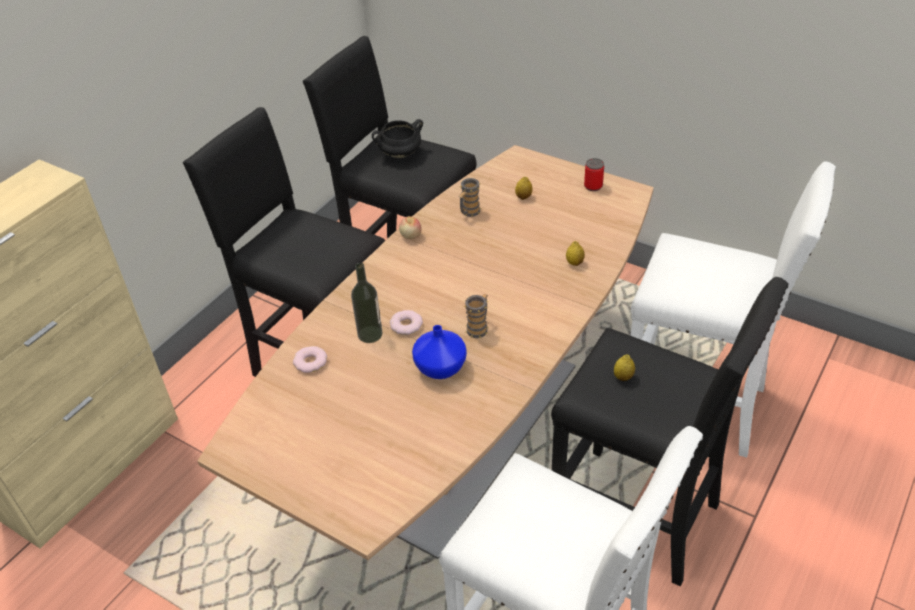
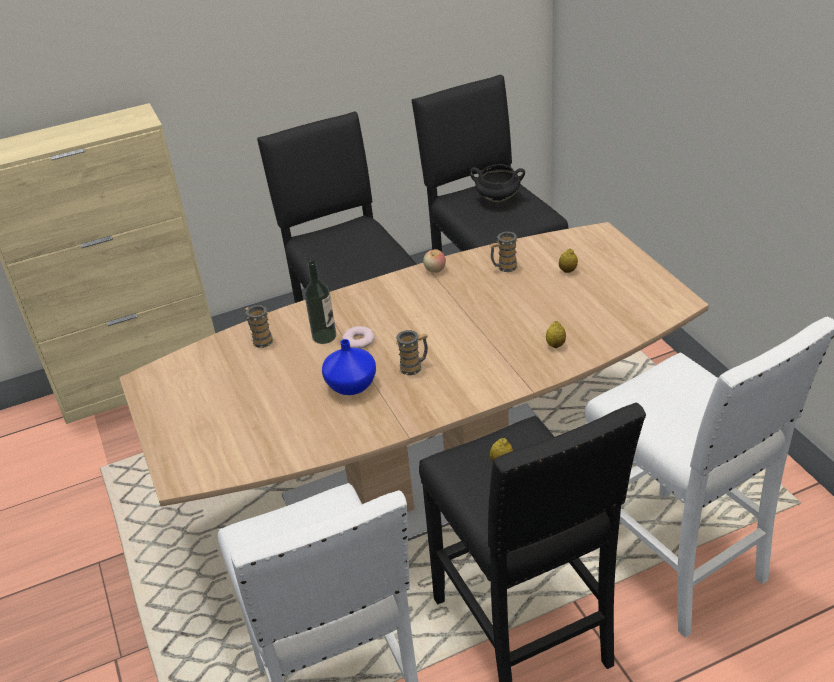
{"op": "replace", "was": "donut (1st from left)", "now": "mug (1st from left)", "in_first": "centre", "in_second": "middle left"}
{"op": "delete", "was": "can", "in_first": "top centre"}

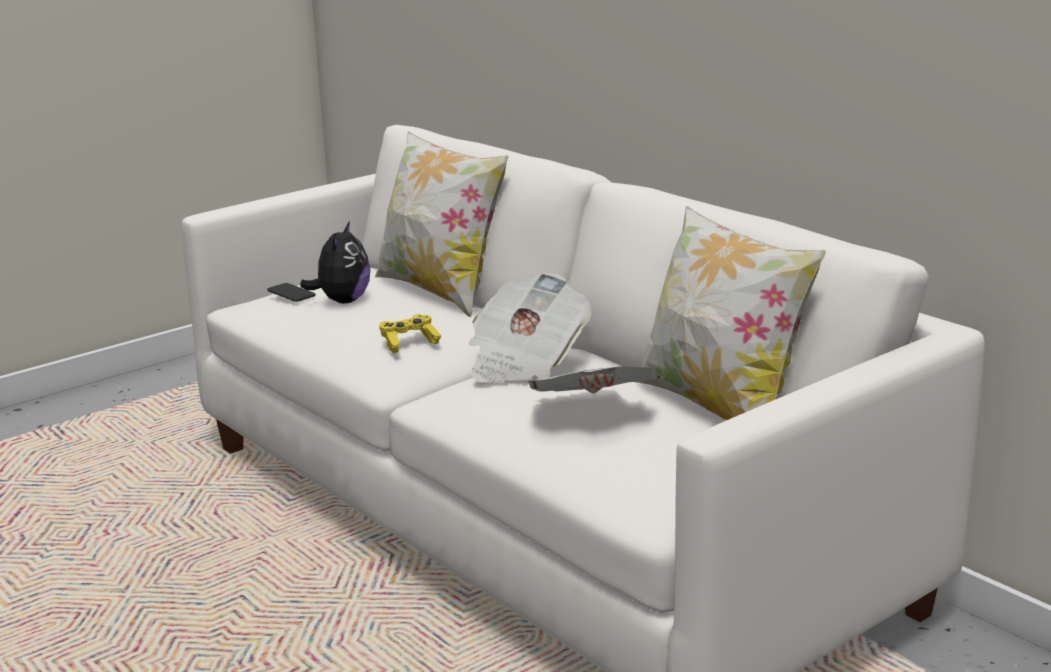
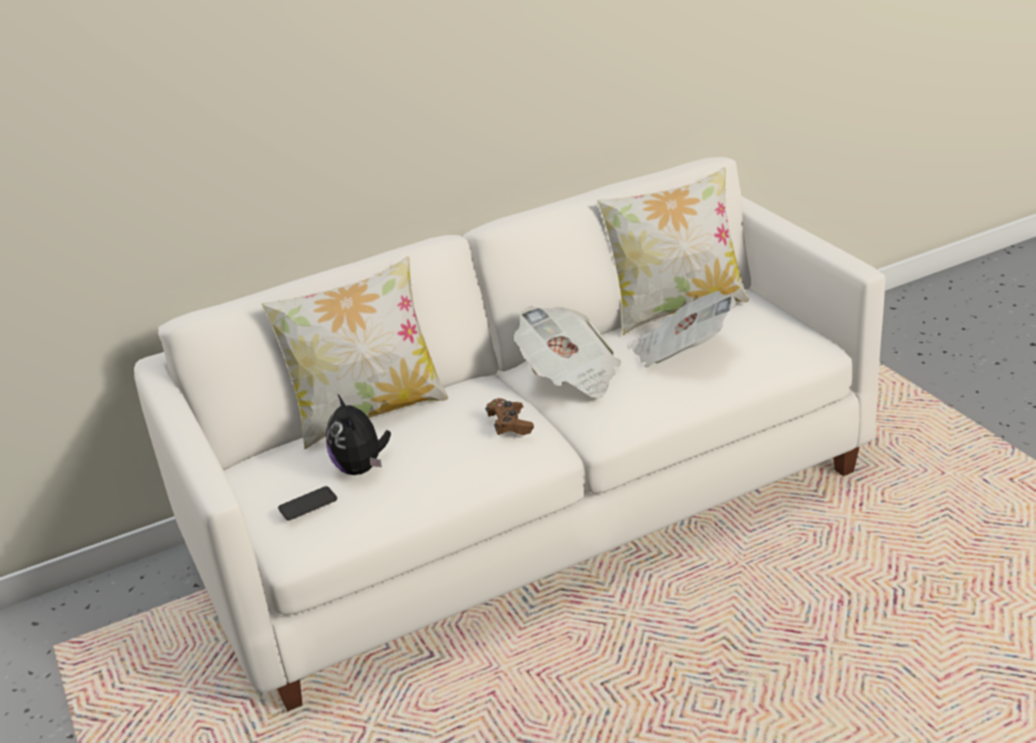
{"op": "rotate", "was": "plush toy", "in_first": "middle left", "in_second": "centre", "clockwise": -135}
{"op": "recolor", "was": "game controller (yellow)", "now": "game controller (brown)", "in_first": "centre", "in_second": "centre"}

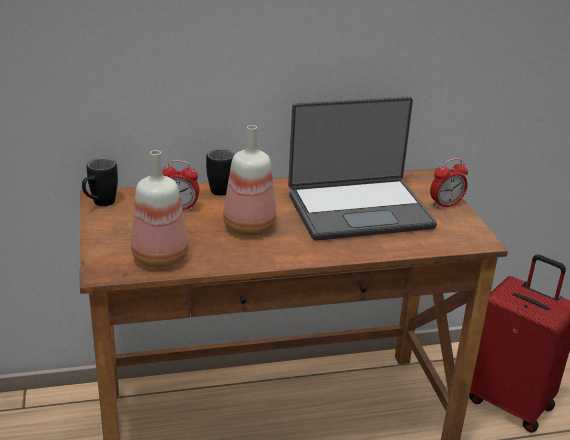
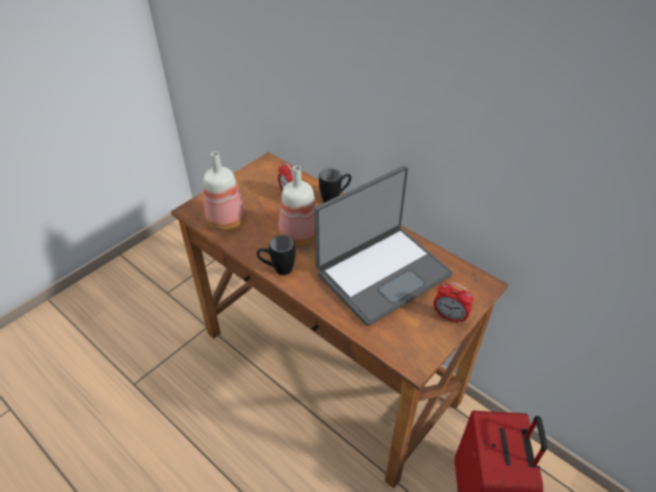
{"op": "move", "was": "mug (black) (1st from left)", "in_first": "middle left", "in_second": "centre"}
{"op": "rotate", "was": "laptop", "in_first": "centre", "in_second": "centre", "clockwise": -75}

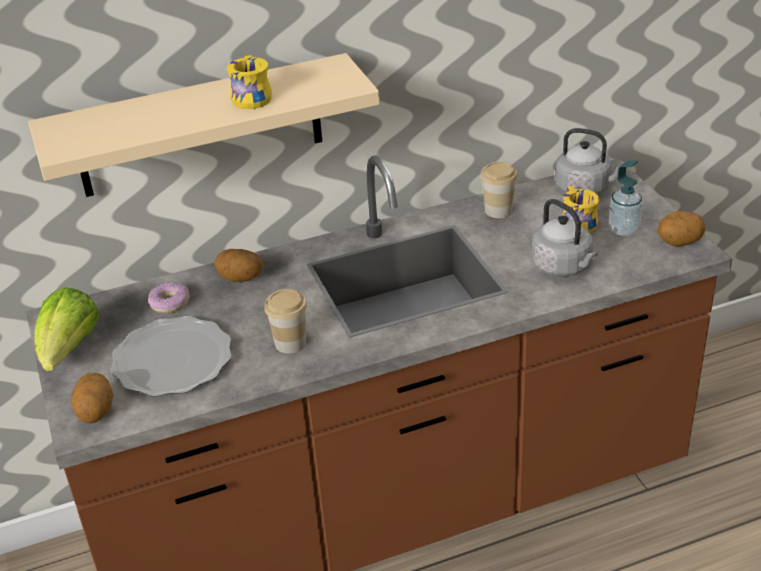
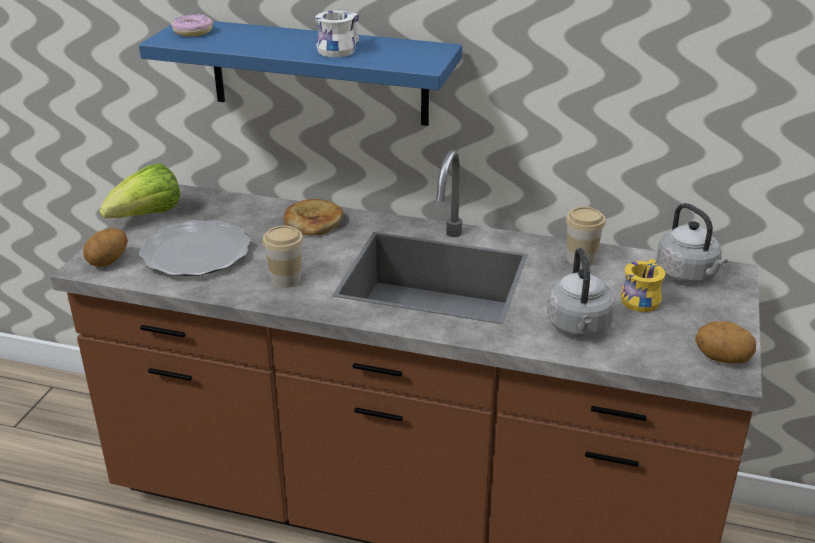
{"op": "recolor", "was": "shelf (beige)", "now": "shelf (blue)", "in_first": "top left", "in_second": "top centre"}
{"op": "move", "was": "donut", "in_first": "middle left", "in_second": "top left"}
{"op": "replace", "was": "potato (2nd from left)", "now": "bread", "in_first": "middle left", "in_second": "centre"}
{"op": "recolor", "was": "mug (yellow) (1st from left)", "now": "mug (white)", "in_first": "top left", "in_second": "top centre"}
{"op": "delete", "was": "soap dispenser", "in_first": "middle right"}

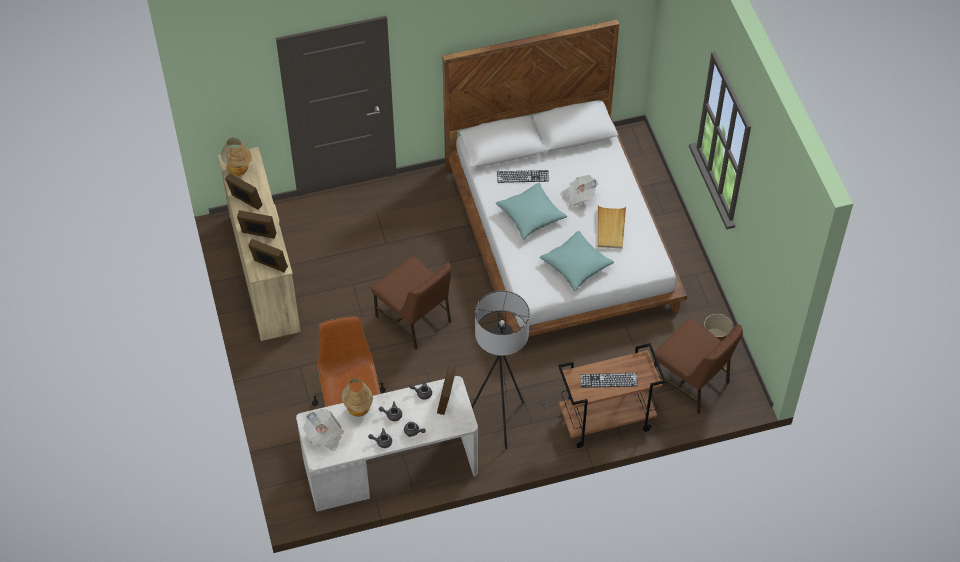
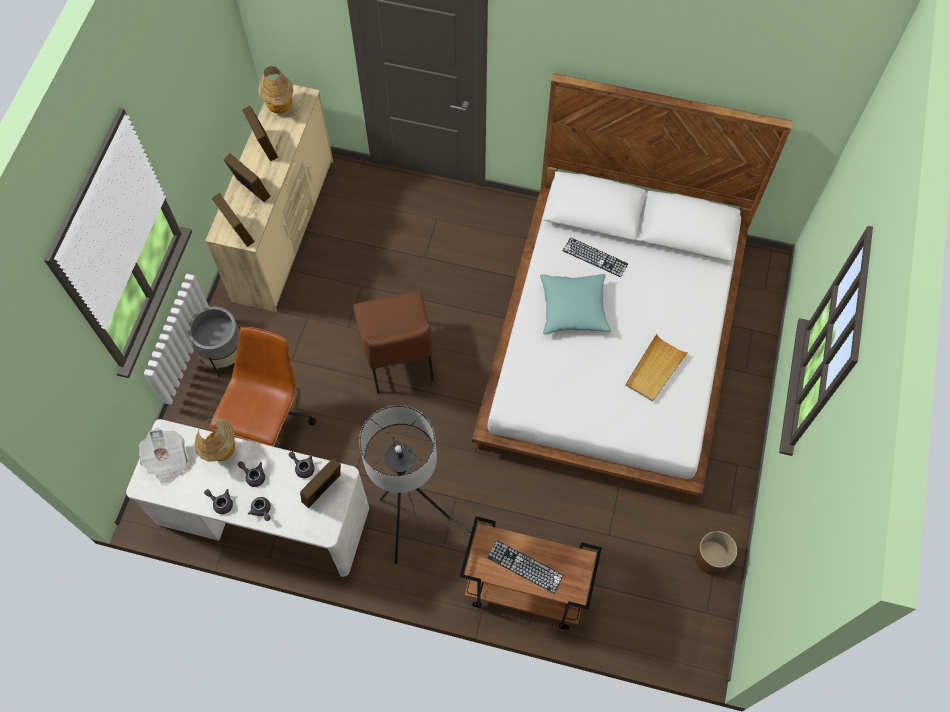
{"op": "delete", "was": "pillow (turquoise) (2nd from left)", "in_first": "centre"}
{"op": "delete", "was": "newspaper (2nd from left)", "in_first": "centre"}
{"op": "delete", "was": "chair (brown) (2nd from left)", "in_first": "middle right"}
{"op": "insert", "now": "planter (grey)", "in_second": "middle left"}

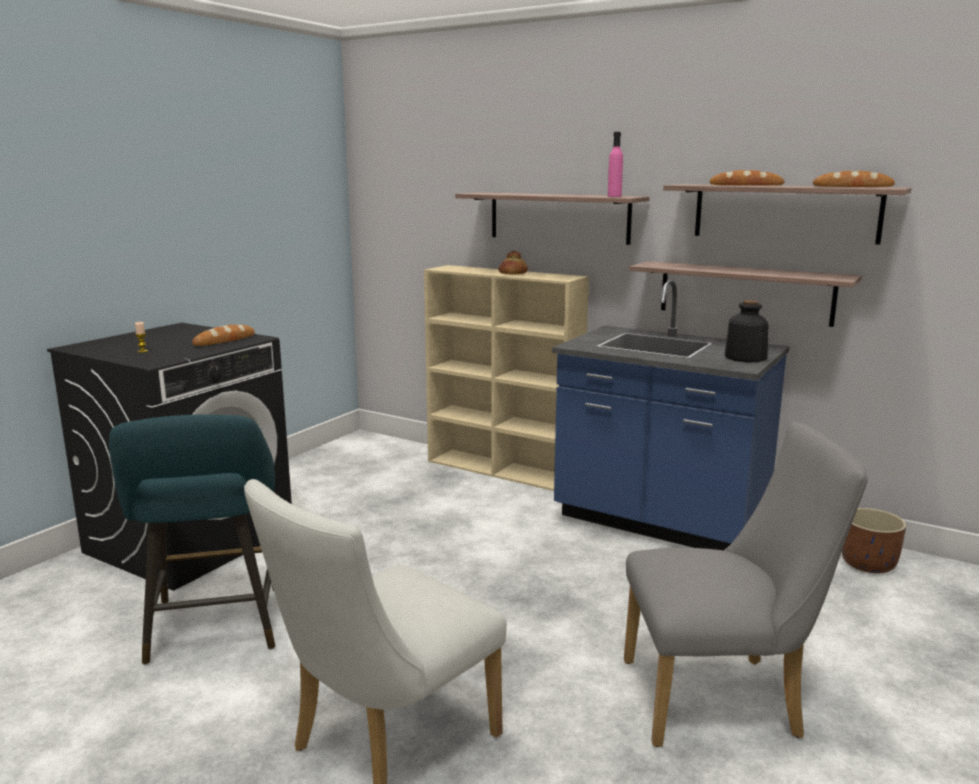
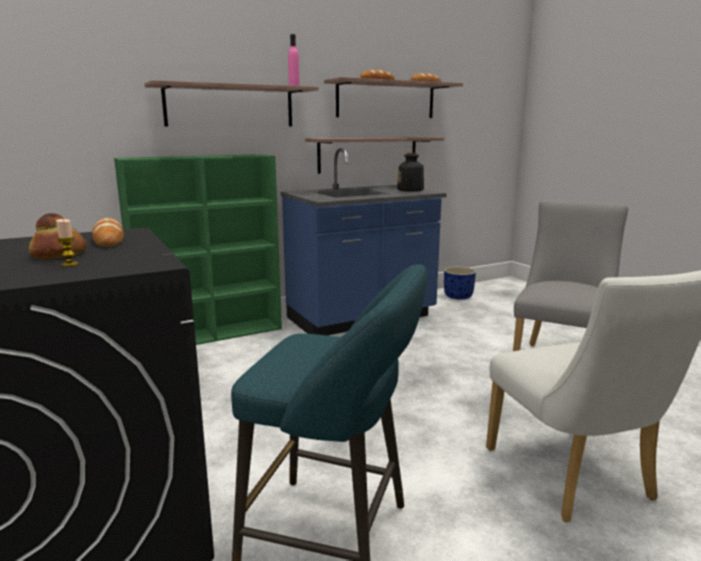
{"op": "recolor", "was": "bookcase (beige)", "now": "bookcase (green)", "in_first": "centre", "in_second": "middle left"}
{"op": "move", "was": "bread (2nd from left in the first image)", "now": "bread (1st from left)", "in_first": "centre", "in_second": "middle left"}
{"op": "recolor", "was": "planter (brown)", "now": "planter (blue)", "in_first": "bottom right", "in_second": "centre"}

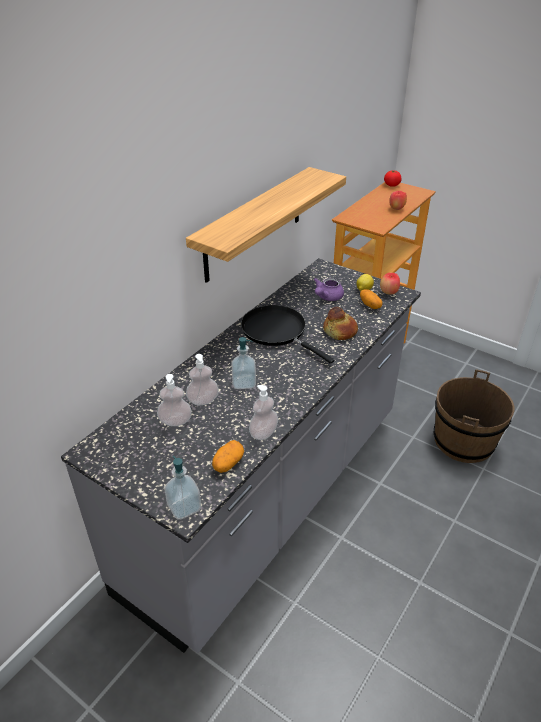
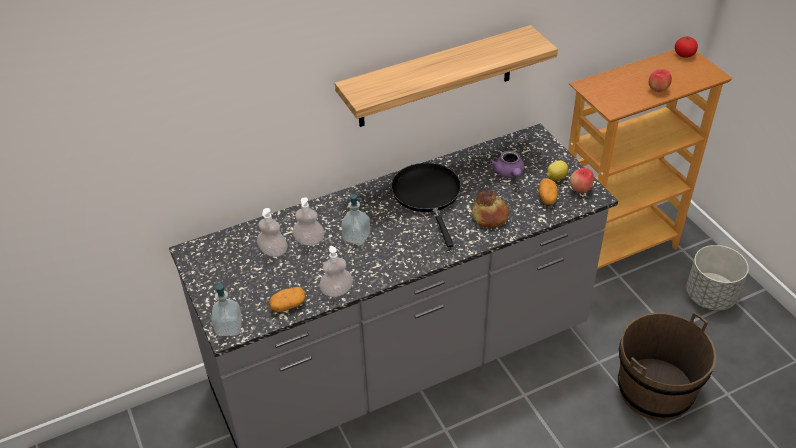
{"op": "rotate", "was": "teapot (purple)", "in_first": "centre", "in_second": "centre", "clockwise": -75}
{"op": "insert", "now": "planter (grey)", "in_second": "middle right"}

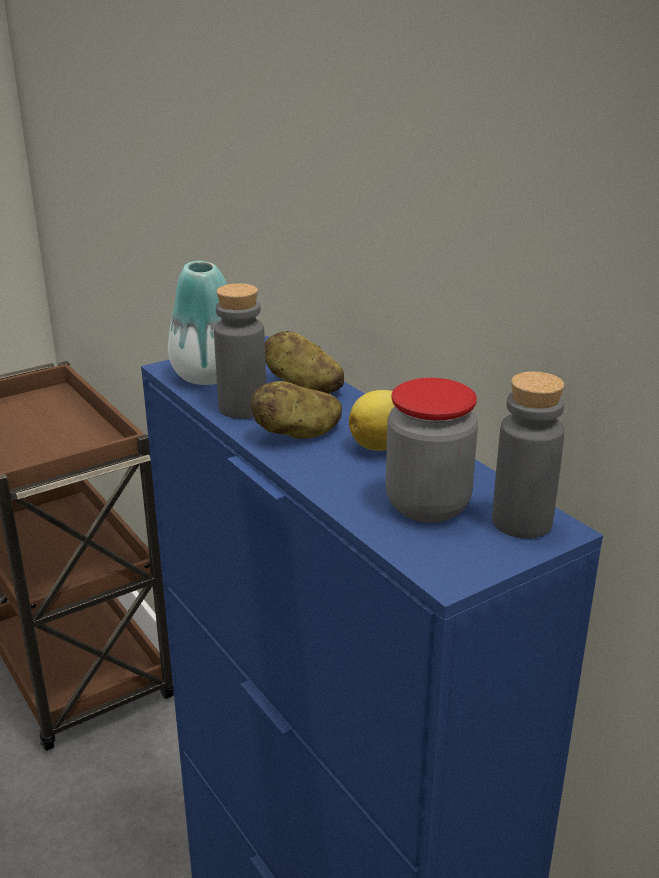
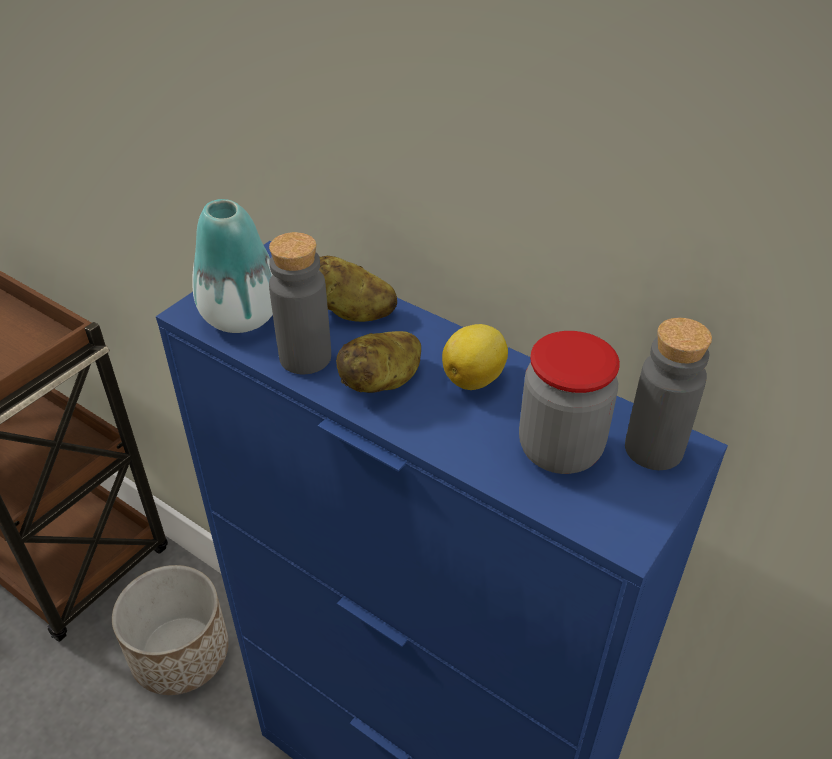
{"op": "insert", "now": "planter", "in_second": "bottom left"}

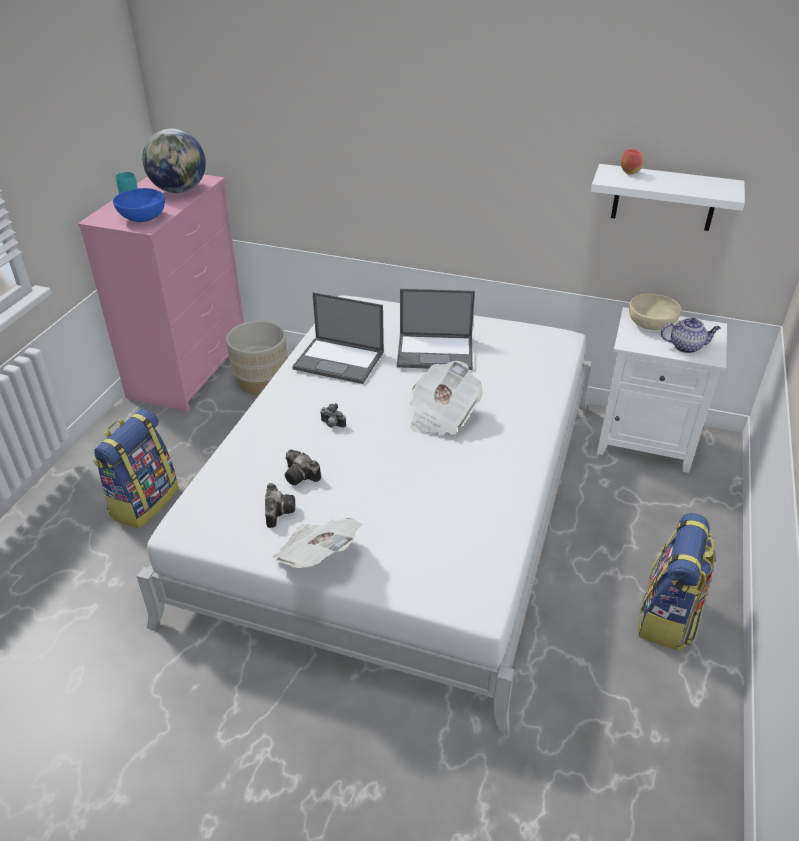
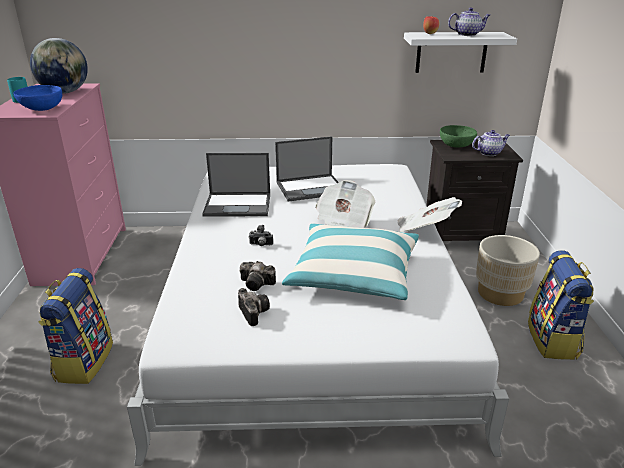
{"op": "move", "was": "planter (beige)", "in_first": "middle left", "in_second": "middle right"}
{"op": "move", "was": "newspaper (1st from left in the first image)", "now": "newspaper (2nd from left)", "in_first": "centre", "in_second": "middle right"}
{"op": "recolor", "was": "nightstand (white)", "now": "nightstand (black)", "in_first": "middle right", "in_second": "middle right"}
{"op": "recolor", "was": "bowl (beige)", "now": "bowl (green)", "in_first": "middle right", "in_second": "top right"}
{"op": "insert", "now": "pillow", "in_second": "centre"}
{"op": "insert", "now": "teapot (1st from left)", "in_second": "top right"}

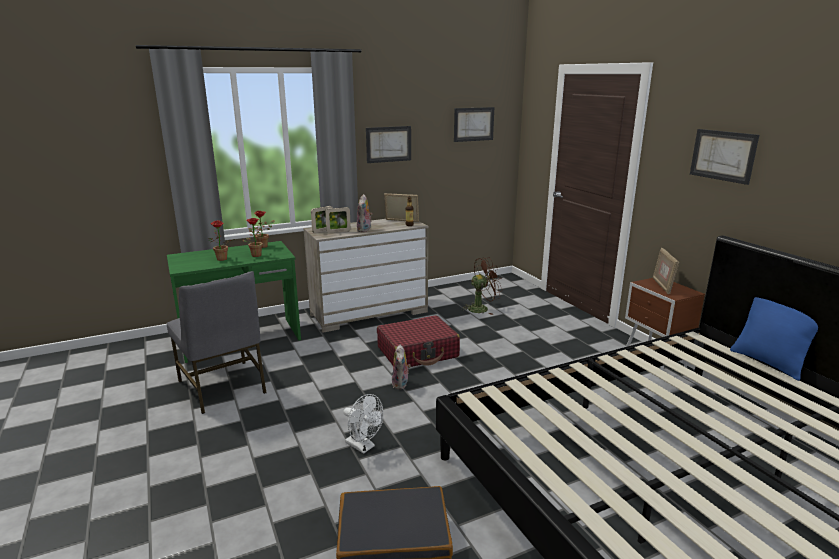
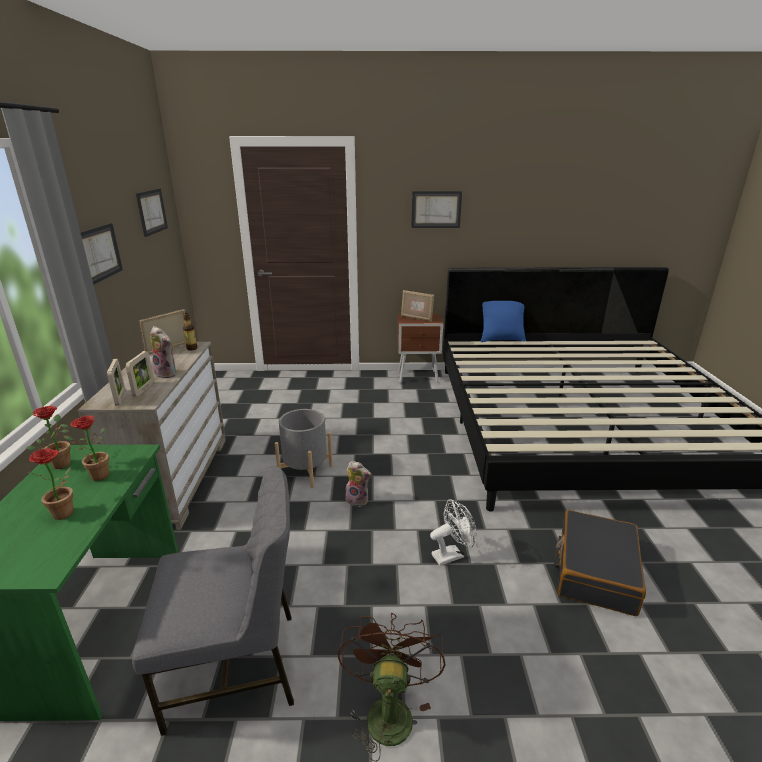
{"op": "replace", "was": "suitcase (red)", "now": "planter (grey)", "in_first": "centre", "in_second": "centre"}
{"op": "move", "was": "fan (brown)", "in_first": "centre", "in_second": "bottom centre"}

